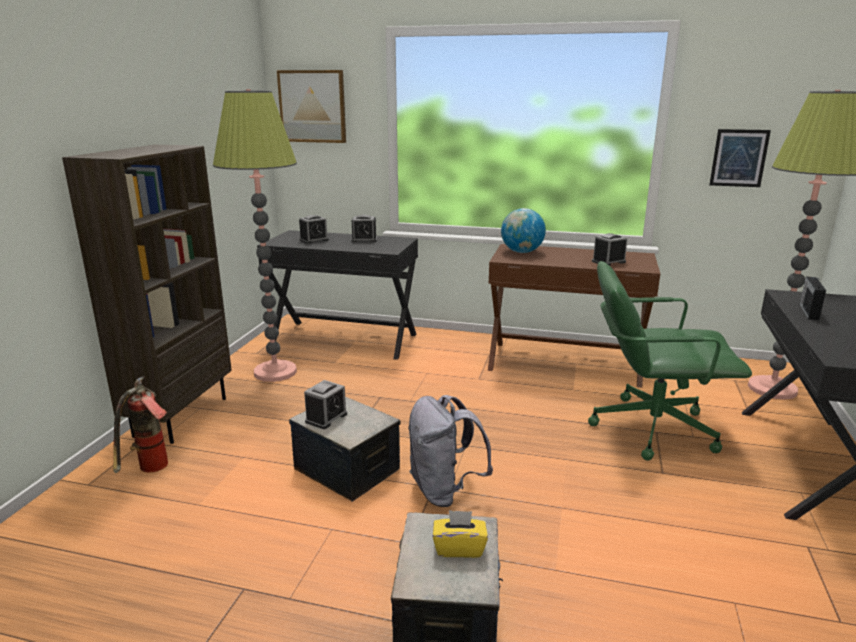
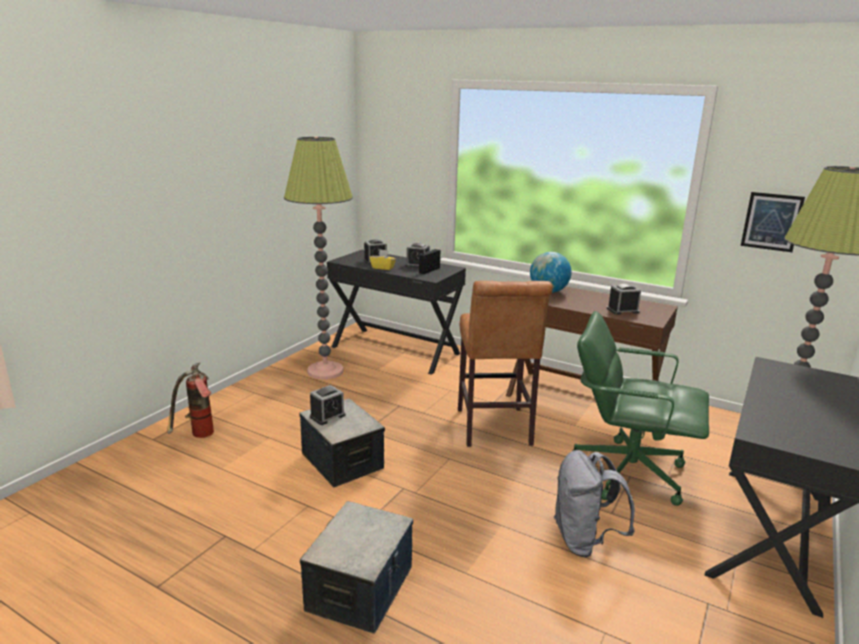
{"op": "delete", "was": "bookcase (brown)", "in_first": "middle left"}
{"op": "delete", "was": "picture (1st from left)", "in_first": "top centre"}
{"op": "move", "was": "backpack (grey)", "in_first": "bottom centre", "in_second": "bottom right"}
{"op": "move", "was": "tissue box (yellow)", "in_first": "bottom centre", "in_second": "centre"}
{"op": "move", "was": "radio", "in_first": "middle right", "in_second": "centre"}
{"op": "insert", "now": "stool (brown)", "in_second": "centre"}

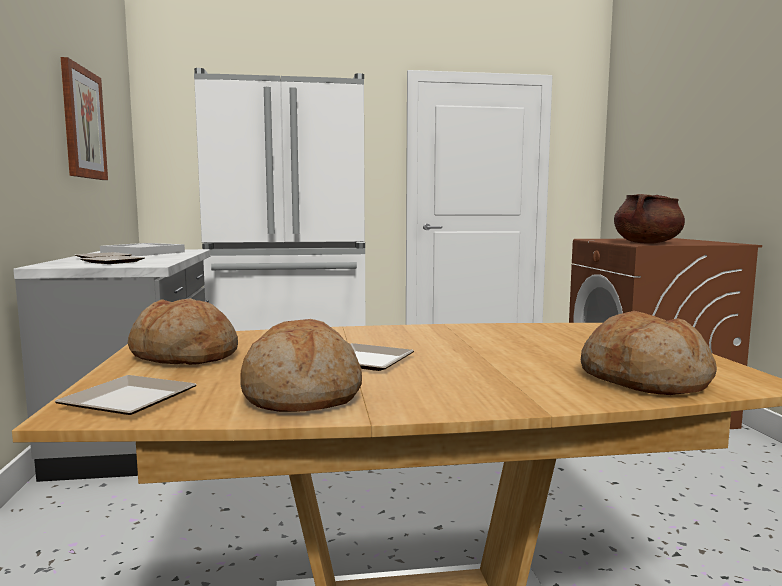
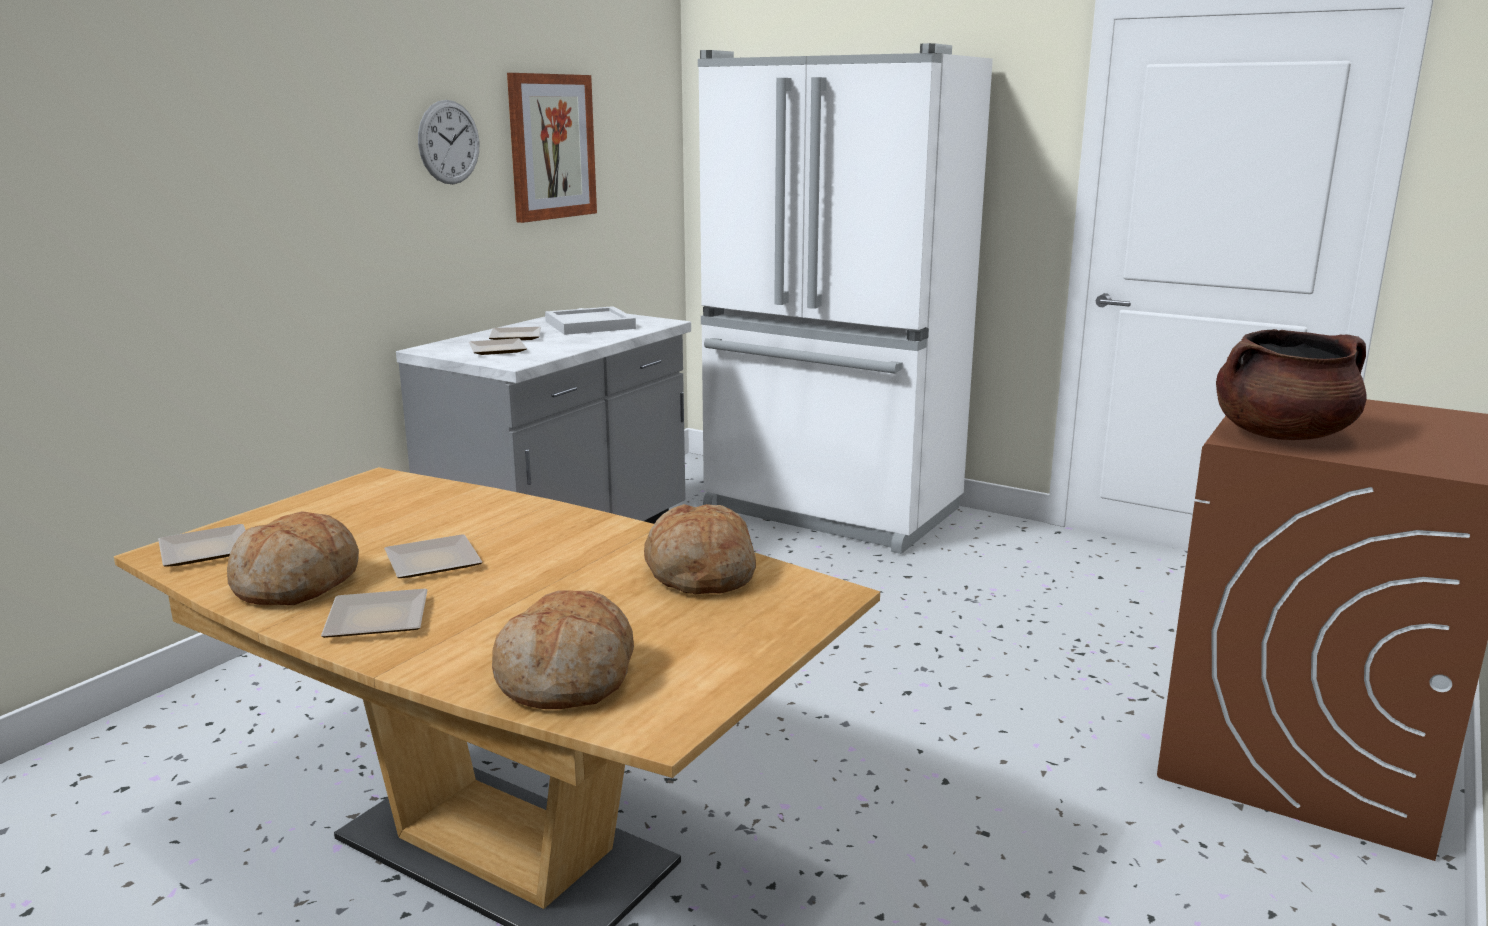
{"op": "move", "was": "bread (1st from left in the first image)", "now": "bread (3rd from left)", "in_first": "middle left", "in_second": "centre"}
{"op": "insert", "now": "plate (2nd from left)", "in_second": "middle left"}
{"op": "insert", "now": "wall clock", "in_second": "top left"}

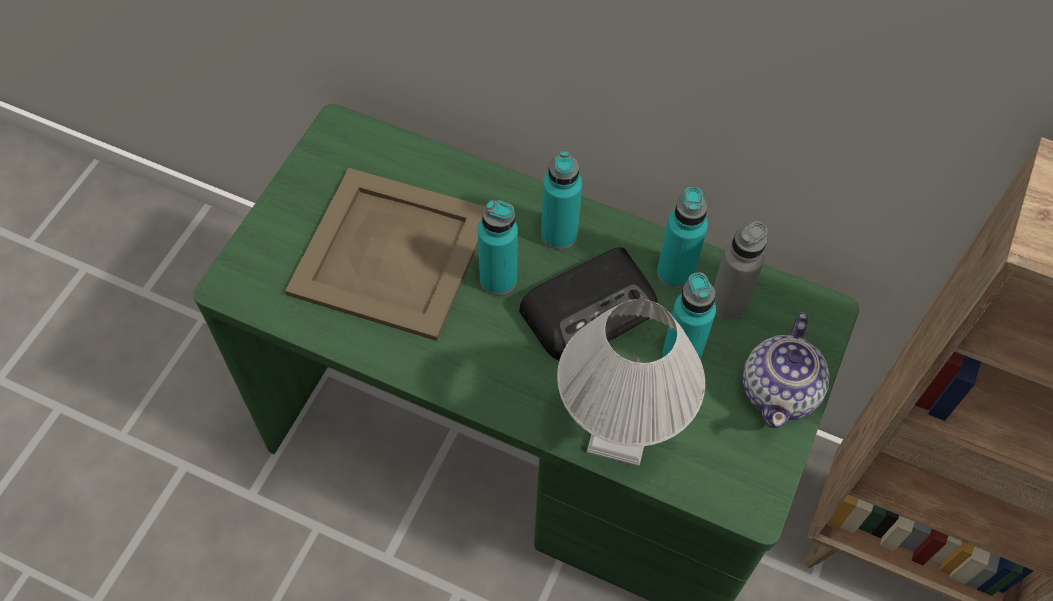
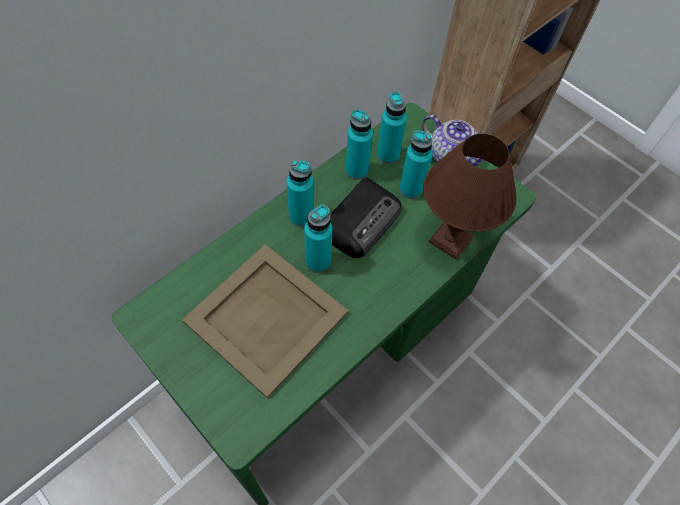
{"op": "rotate", "was": "radio", "in_first": "centre", "in_second": "centre", "clockwise": 45}
{"op": "recolor", "was": "table lamp (white)", "now": "table lamp (brown)", "in_first": "centre", "in_second": "middle right"}
{"op": "recolor", "was": "bottle (grey)", "now": "bottle (turquoise) (4th from left)", "in_first": "middle right", "in_second": "top centre"}

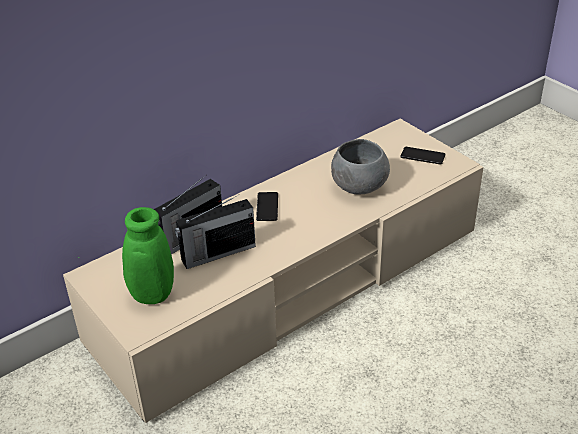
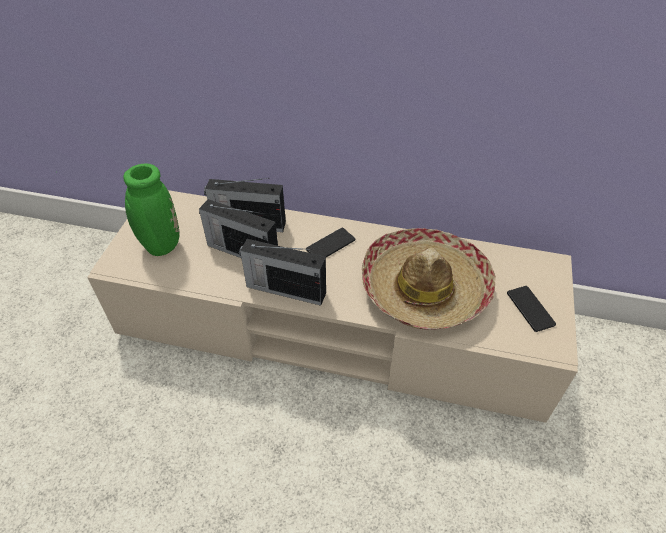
{"op": "replace", "was": "bowl (grey)", "now": "hat", "in_first": "centre", "in_second": "centre"}
{"op": "insert", "now": "radio (3rd from left)", "in_second": "centre"}

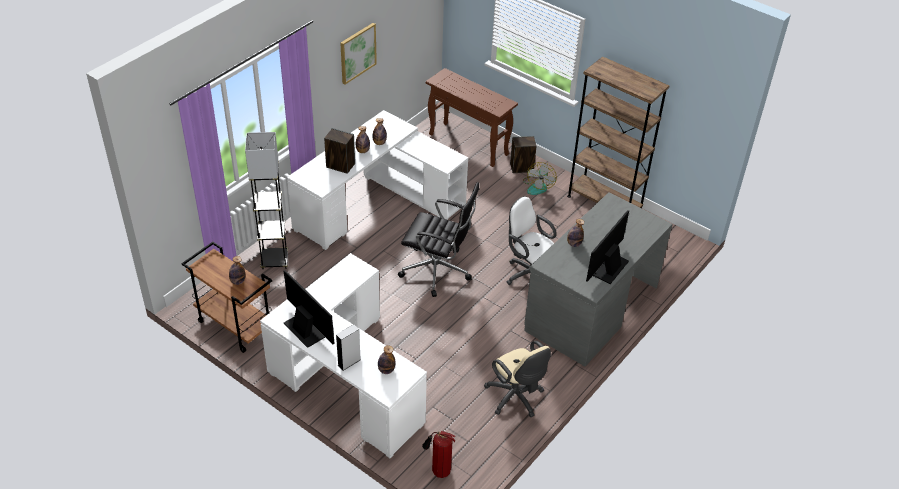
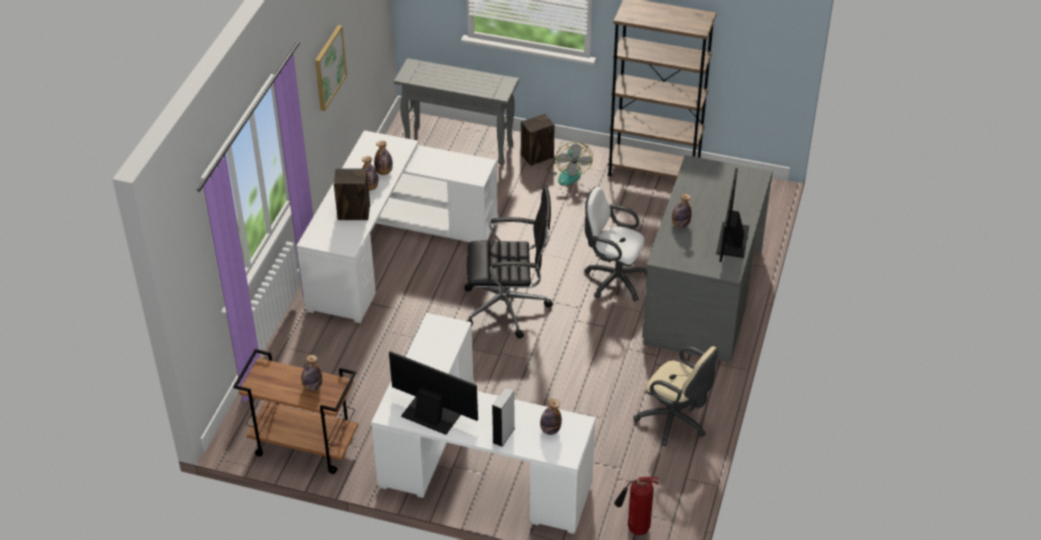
{"op": "delete", "was": "floor lamp (grey)", "in_first": "middle left"}
{"op": "recolor", "was": "console table (brown)", "now": "console table (grey)", "in_first": "top centre", "in_second": "top centre"}

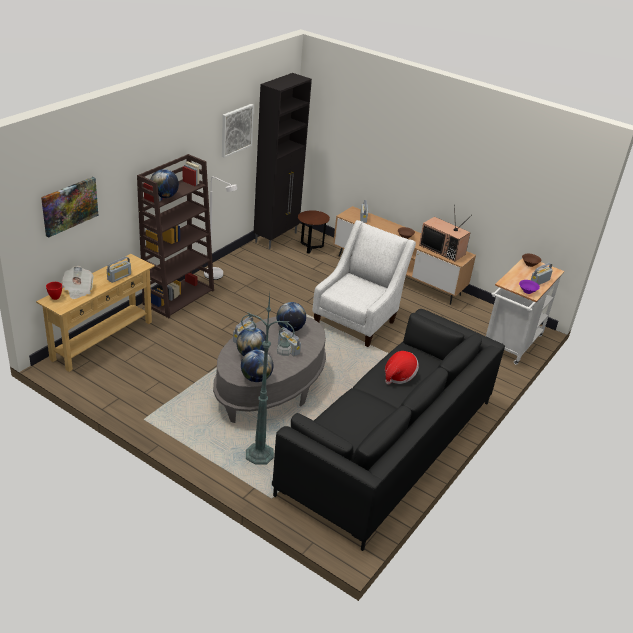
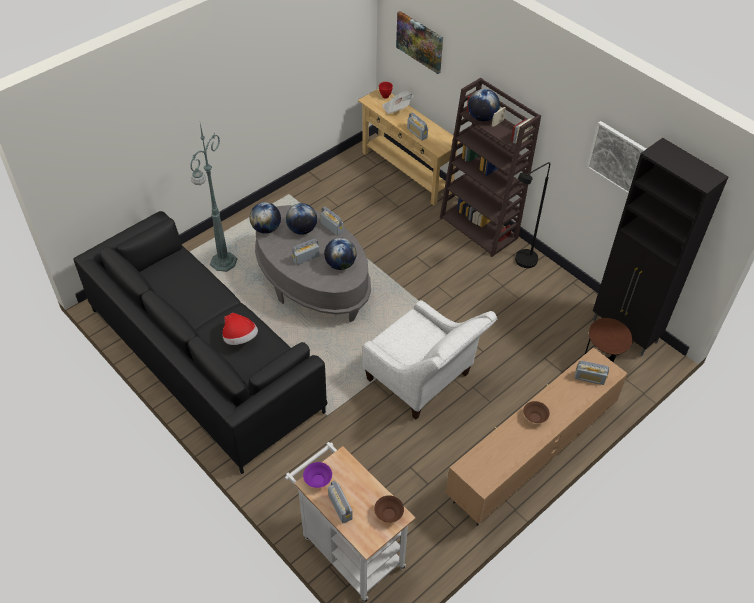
{"op": "recolor", "was": "floor lamp (white)", "now": "floor lamp (black)", "in_first": "centre", "in_second": "middle right"}
{"op": "delete", "was": "television", "in_first": "middle right"}

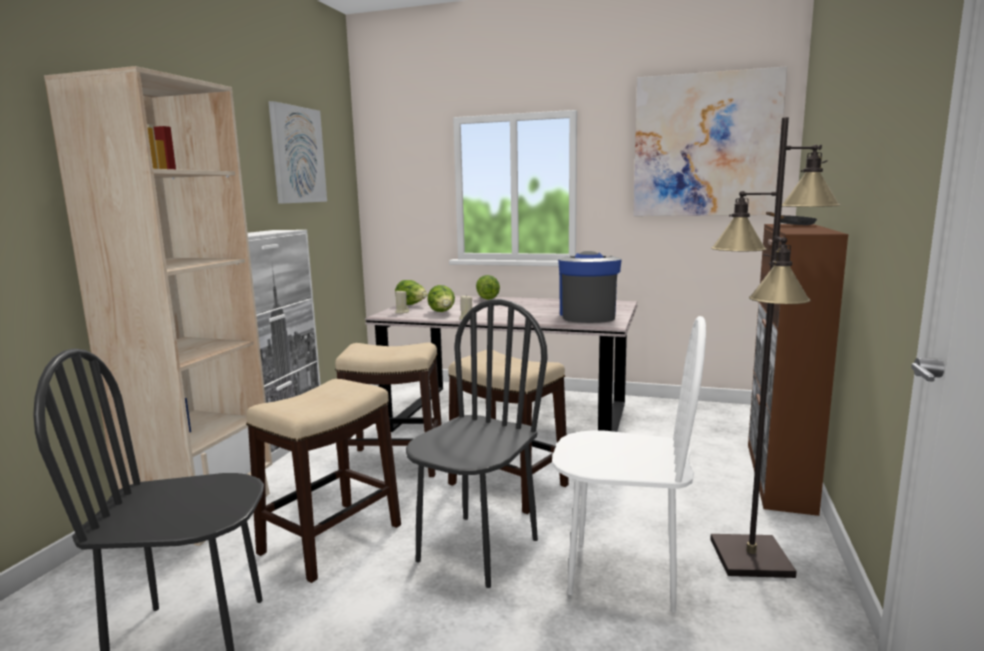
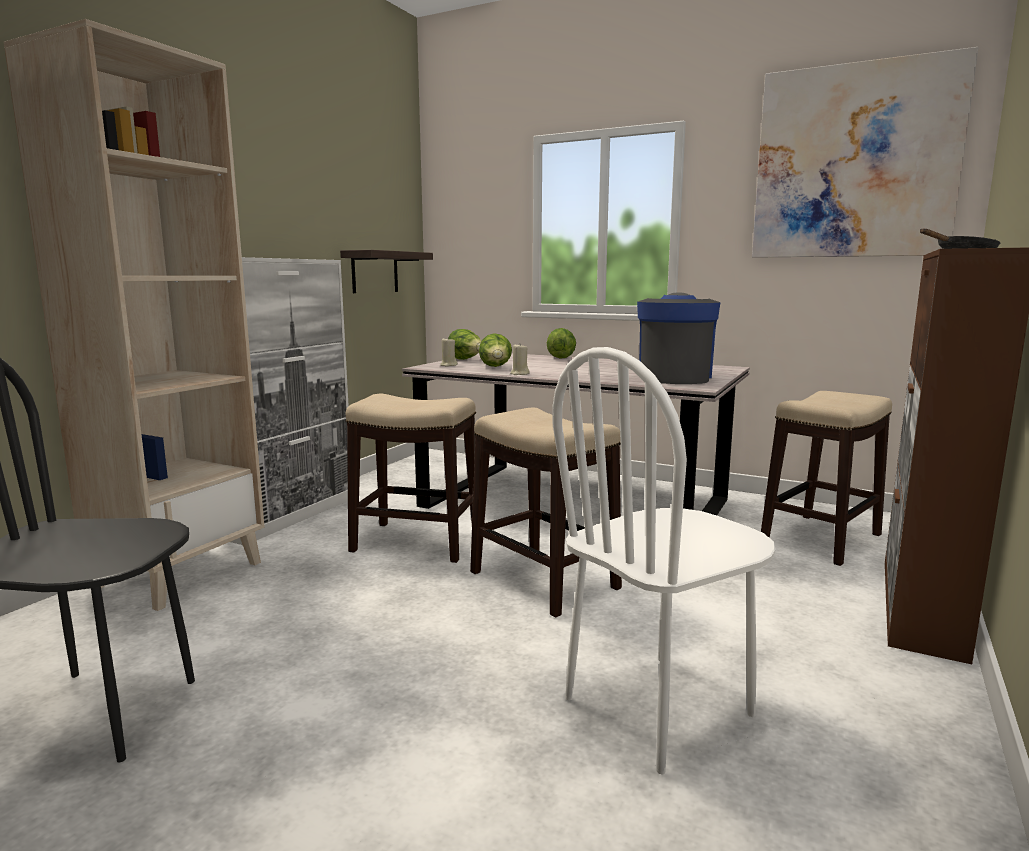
{"op": "move", "was": "stool (1st from left in the first image)", "now": "stool (3rd from left)", "in_first": "bottom left", "in_second": "middle right"}
{"op": "delete", "was": "picture (1st from left)", "in_first": "top left"}
{"op": "delete", "was": "chair (black) (2nd from left)", "in_first": "bottom centre"}
{"op": "rotate", "was": "chair (white)", "in_first": "bottom centre", "in_second": "centre", "clockwise": 120}
{"op": "delete", "was": "floor lamp (black)", "in_first": "middle right"}
{"op": "insert", "now": "shelf", "in_second": "top centre"}

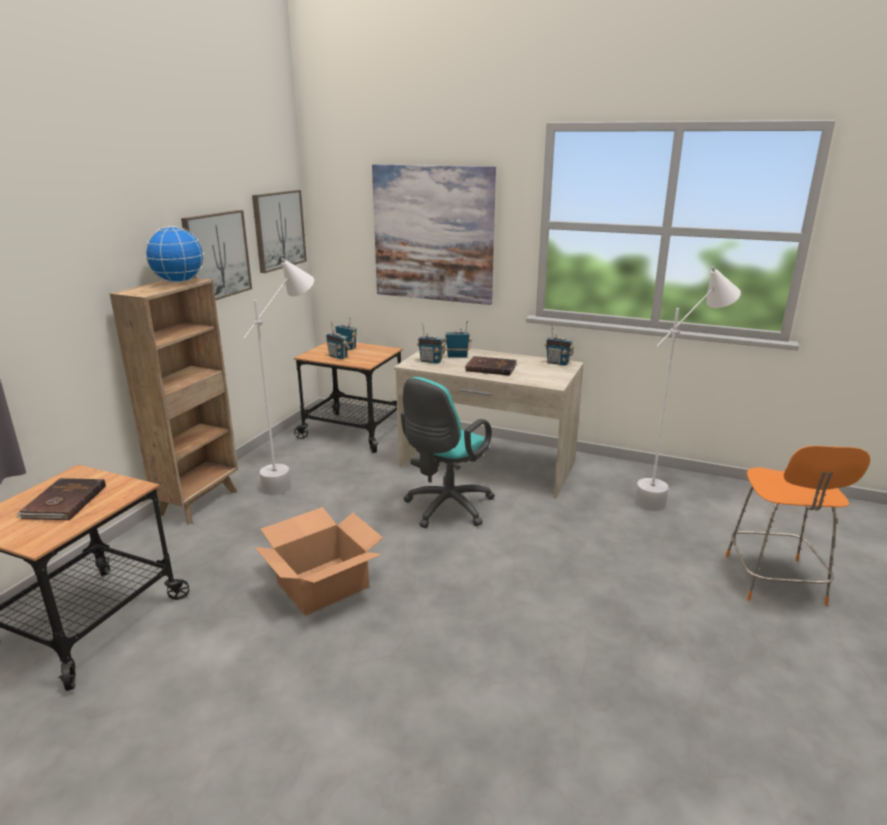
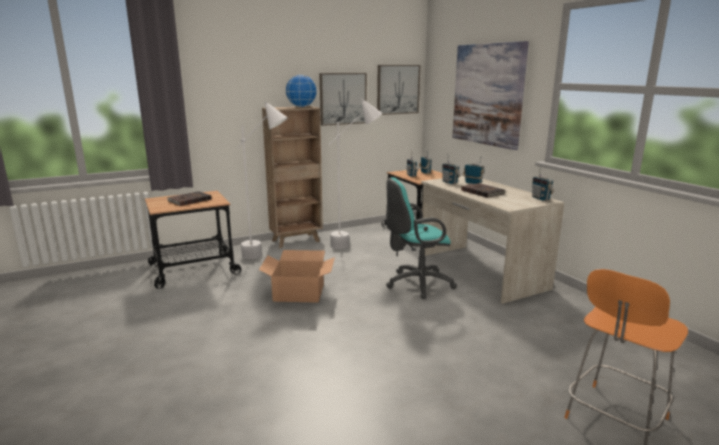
{"op": "move", "was": "floor lamp (white) (2nd from left in the first image)", "now": "floor lamp (white) (1st from left)", "in_first": "middle right", "in_second": "centre"}

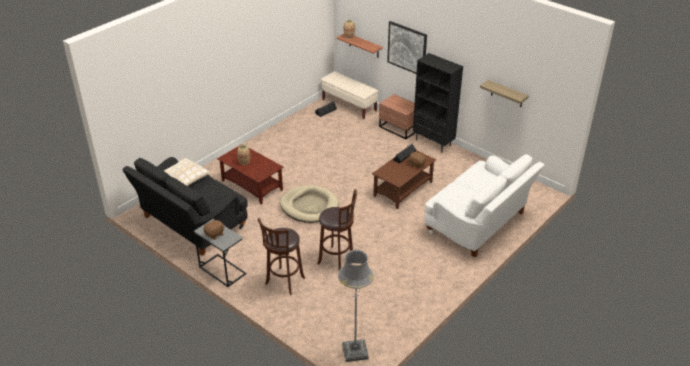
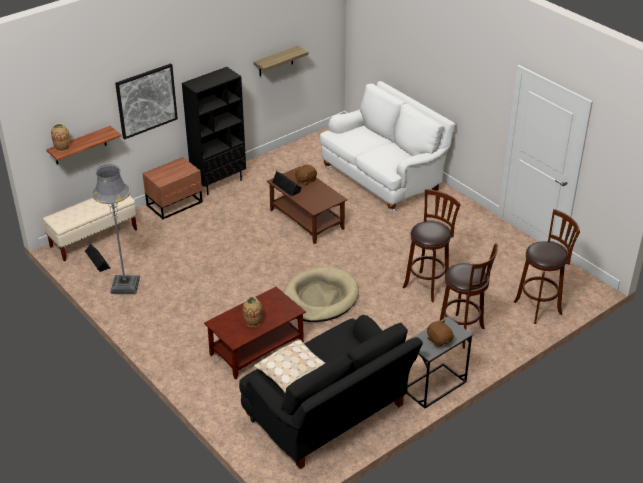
{"op": "move", "was": "floor lamp (grey)", "in_first": "bottom centre", "in_second": "middle left"}
{"op": "insert", "now": "stool (brown) (3rd from left)", "in_second": "middle right"}

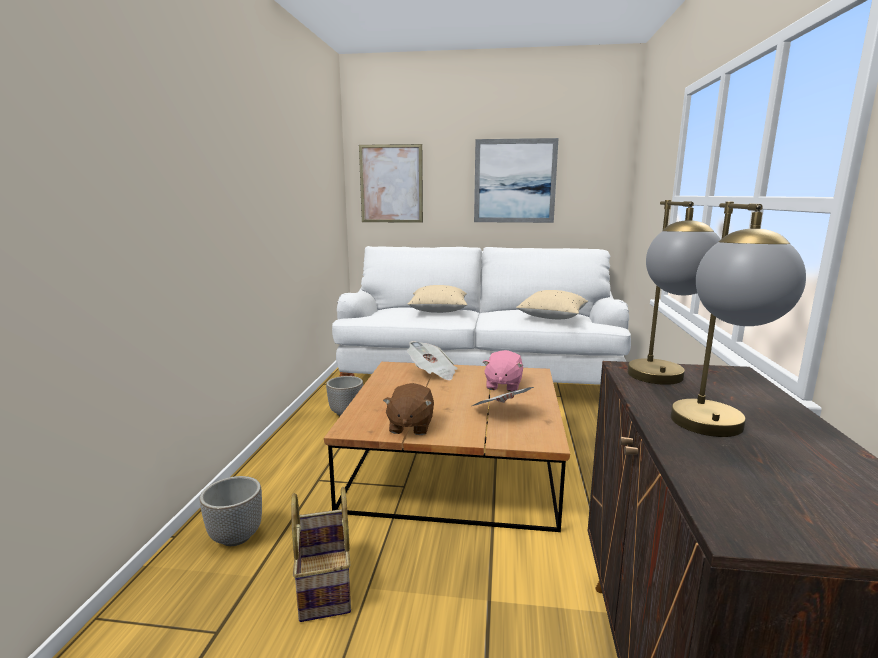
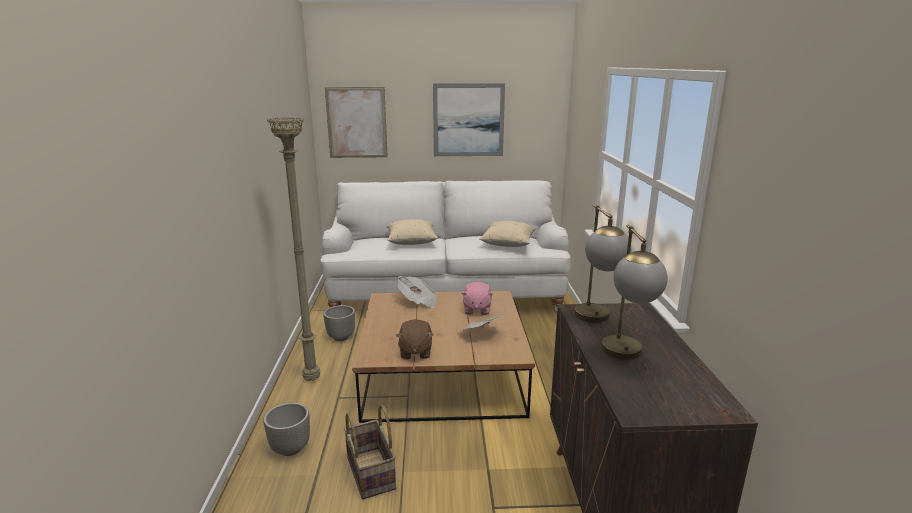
{"op": "insert", "now": "floor lamp (beige)", "in_second": "middle left"}

